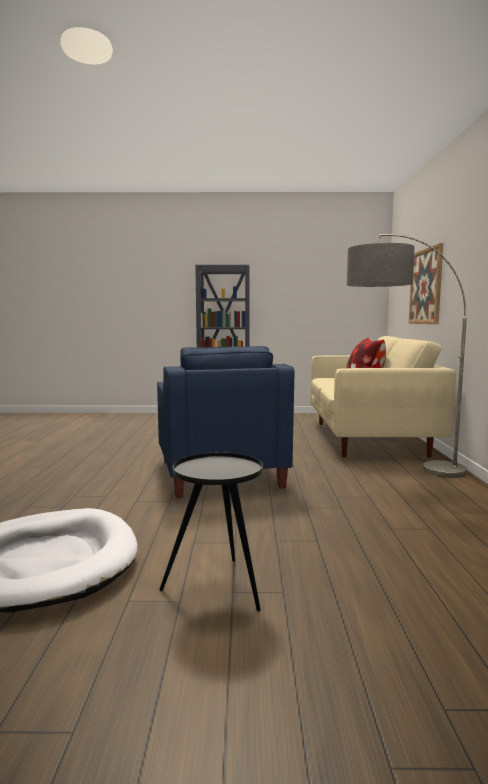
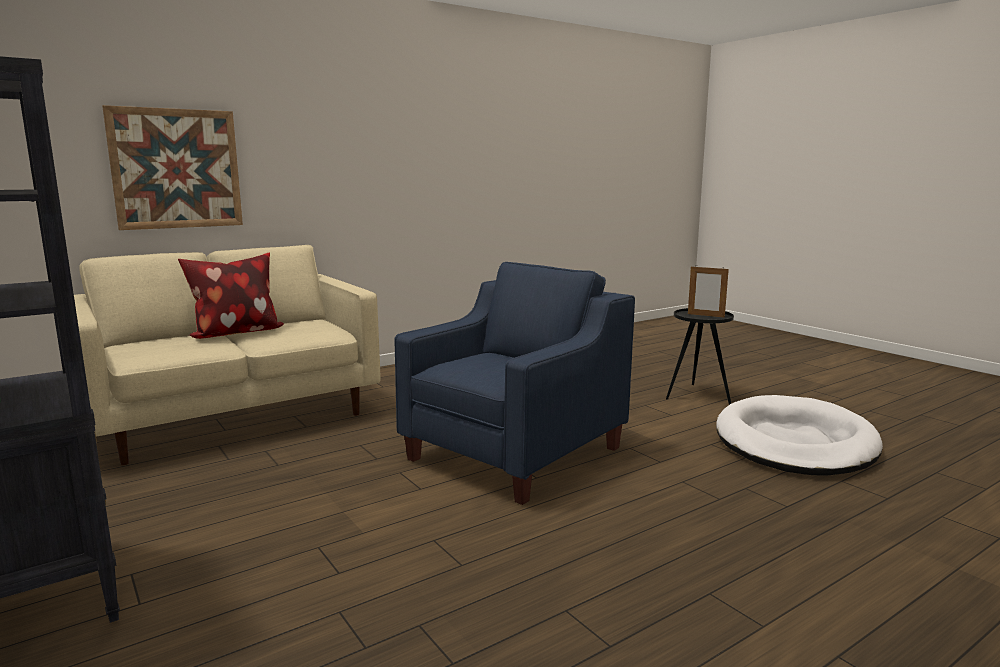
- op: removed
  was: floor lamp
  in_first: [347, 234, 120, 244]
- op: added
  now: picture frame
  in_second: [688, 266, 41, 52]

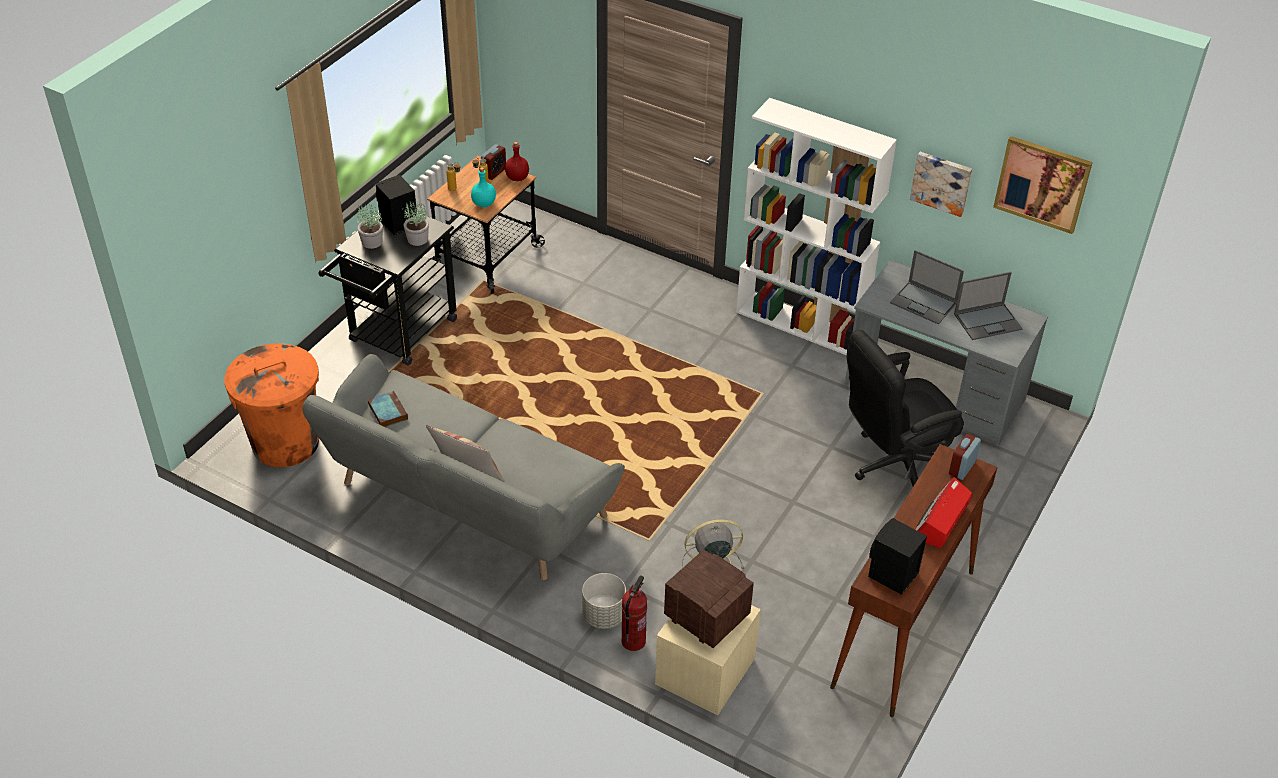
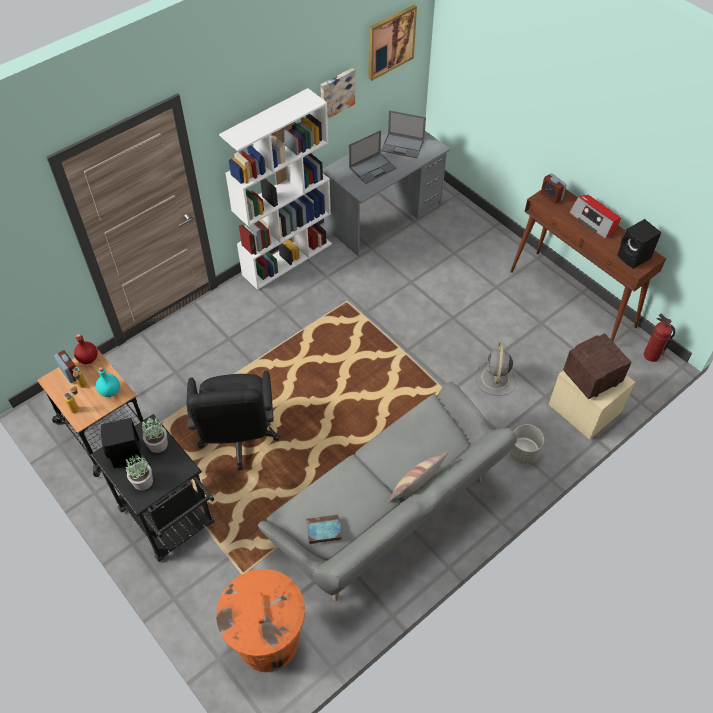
- op: moved
  was: fire extinguisher
  in_first: [622, 575, 25, 76]
  in_second: [644, 313, 31, 49]
- op: moved
  was: black office chair
  in_first: [847, 330, 117, 156]
  in_second: [186, 371, 94, 99]
- op: turned
  was: laptop
  in_first: [954, 272, 69, 68]
  in_second: [381, 110, 45, 48]
  clockwise: 105

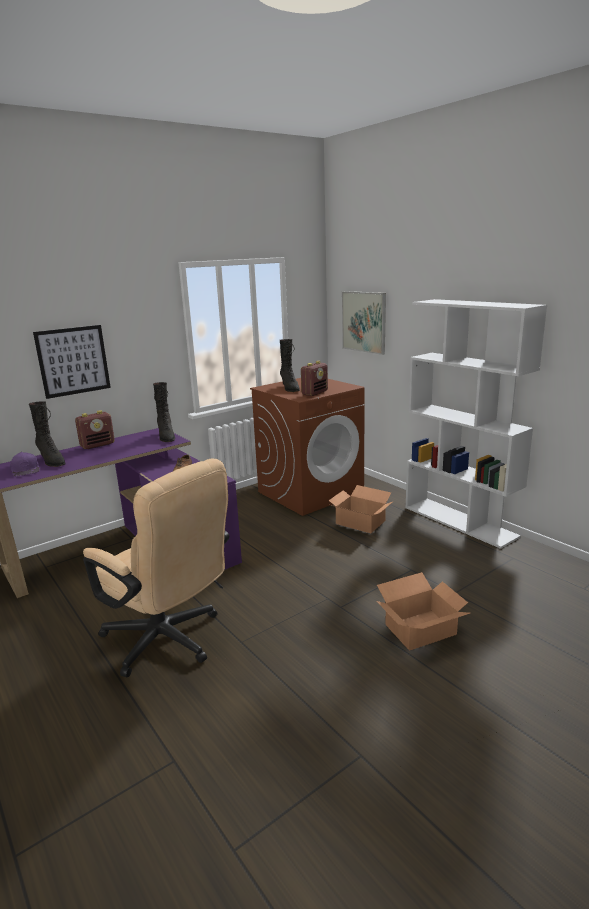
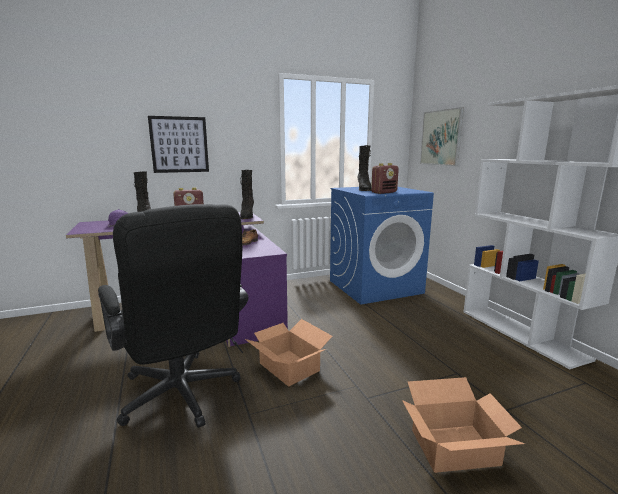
- op: moved
  was: cardboard box
  in_first: [329, 485, 63, 48]
  in_second: [245, 319, 87, 68]
- op: recoloured
  was: beige office chair
  now: black office chair
  in_first: [83, 459, 146, 218]
  in_second: [98, 204, 150, 224]
- op: recoloured
  was: brown washing machine
  now: blue washing machine
  in_first: [250, 378, 115, 138]
  in_second: [330, 187, 104, 118]

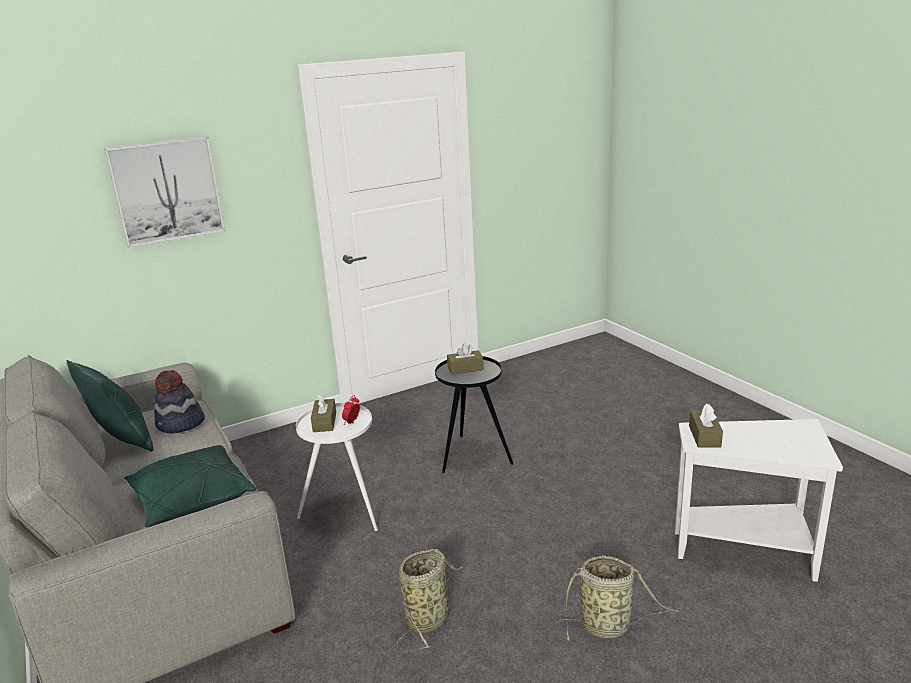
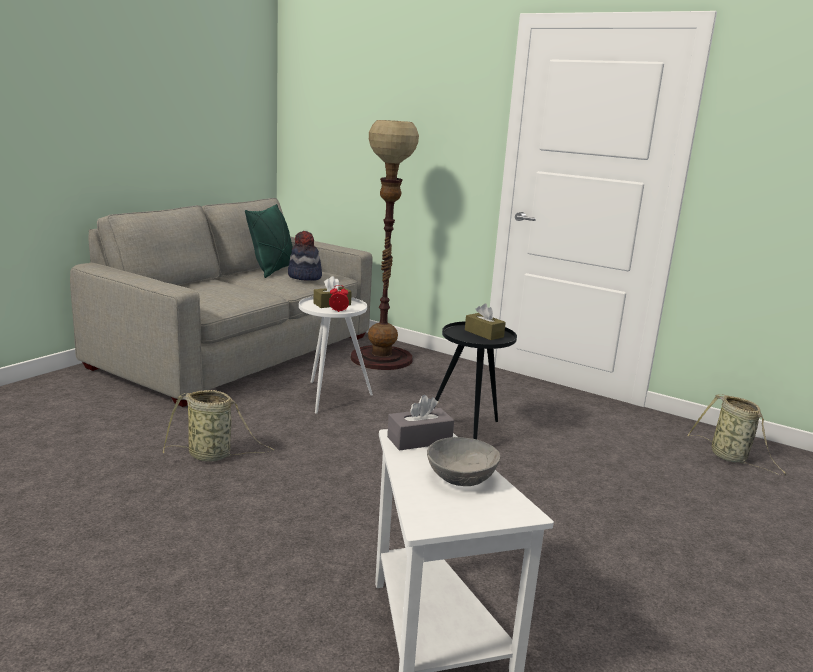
- op: removed
  was: picture
  in_first: [104, 136, 121, 112]
- op: removed
  was: green pillow
  in_first: [125, 445, 131, 82]
- op: added
  now: floor lamp
  in_second: [351, 120, 68, 250]
- op: added
  now: grey bowl
  in_second: [427, 437, 73, 49]
- op: moved
  was: basket
  in_first: [555, 555, 125, 86]
  in_second: [687, 394, 100, 81]
- op: recoloured
  was: brown tissue box
  now: grey tissue box
  in_first: [689, 403, 34, 44]
  in_second: [387, 395, 67, 56]

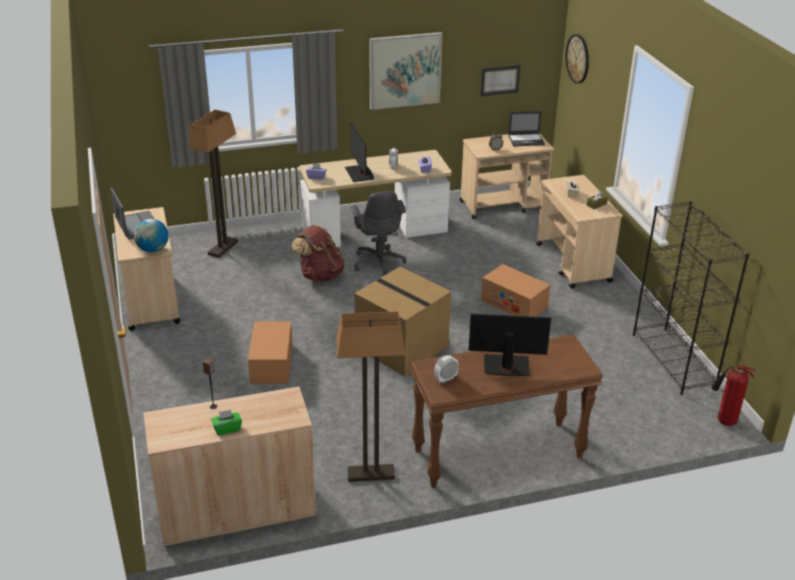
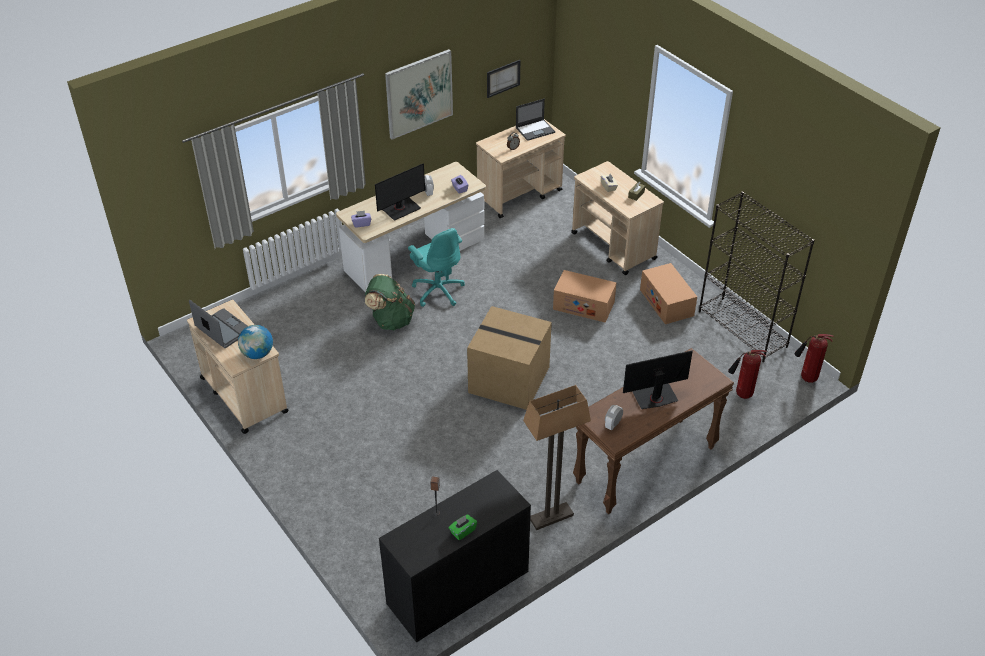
- op: removed
  was: floor lamp
  in_first: [189, 110, 49, 148]
- op: removed
  was: wall clock
  in_first: [566, 34, 23, 50]
- op: added
  now: fire extinguisher
  in_second: [728, 350, 38, 49]
- op: moved
  was: cardboard box
  in_first: [248, 321, 45, 63]
  in_second: [640, 263, 57, 61]
- op: recoloured
  was: beige cabinet
  now: black cabinet
  in_first: [143, 387, 173, 160]
  in_second: [379, 470, 152, 173]
- op: recoloured
  was: brown backpack
  now: green backpack
  in_first: [292, 225, 53, 57]
  in_second: [365, 274, 50, 56]
- op: recoloured
  was: grey office chair
  now: turquoise office chair
  in_first: [351, 191, 55, 85]
  in_second: [408, 228, 57, 79]
- op: turned
  was: monitor
  in_first: [345, 122, 29, 60]
  in_second: [375, 163, 50, 58]
  clockwise: -90

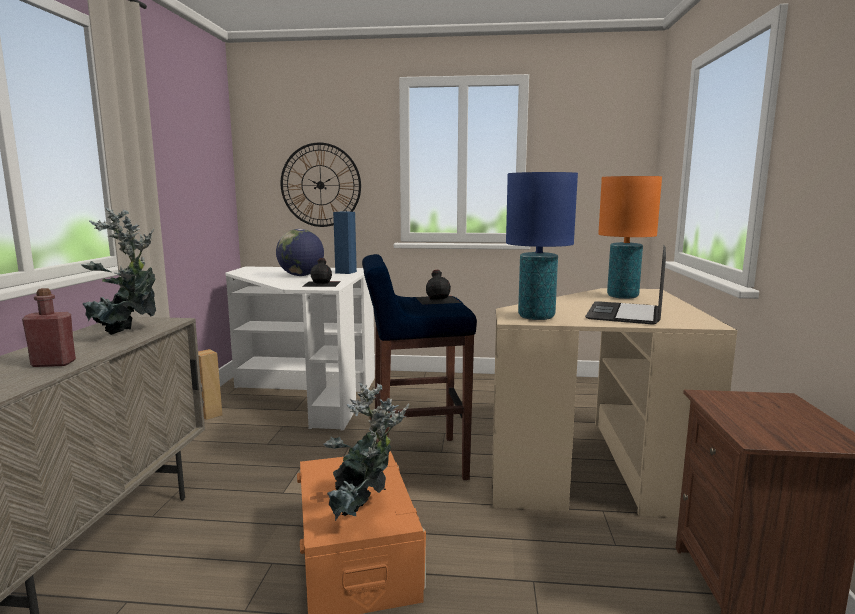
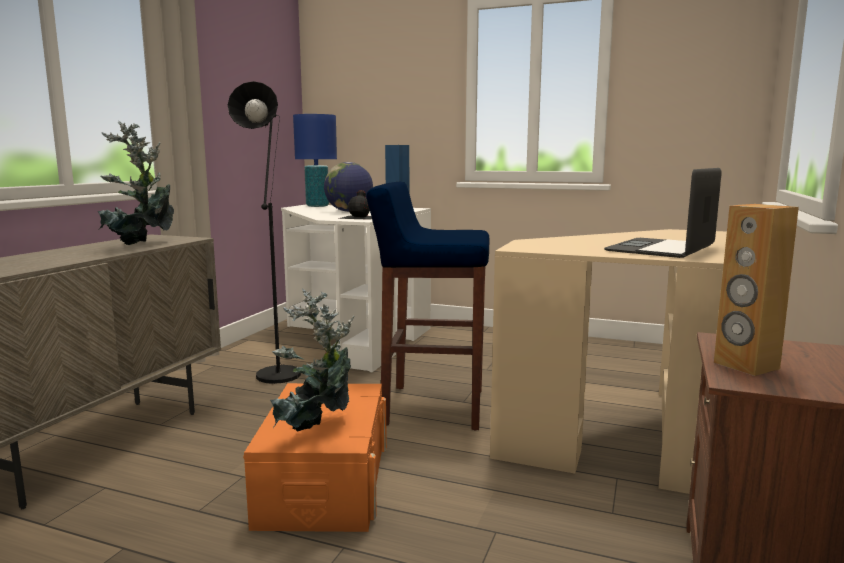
- op: removed
  was: red bottle
  in_first: [22, 288, 54, 79]
- op: removed
  was: wall clock
  in_first: [281, 142, 80, 85]
- op: removed
  was: black bottle
  in_first: [415, 270, 46, 34]
- op: removed
  was: orange table lamp
  in_first: [598, 176, 64, 123]
- op: added
  now: black floor lamp
  in_second: [228, 81, 73, 303]
- op: moved
  was: brown speaker
  in_first: [198, 349, 24, 71]
  in_second: [714, 204, 85, 172]
- op: moved
  was: blue table lamp
  in_first: [506, 172, 72, 148]
  in_second: [293, 114, 44, 93]

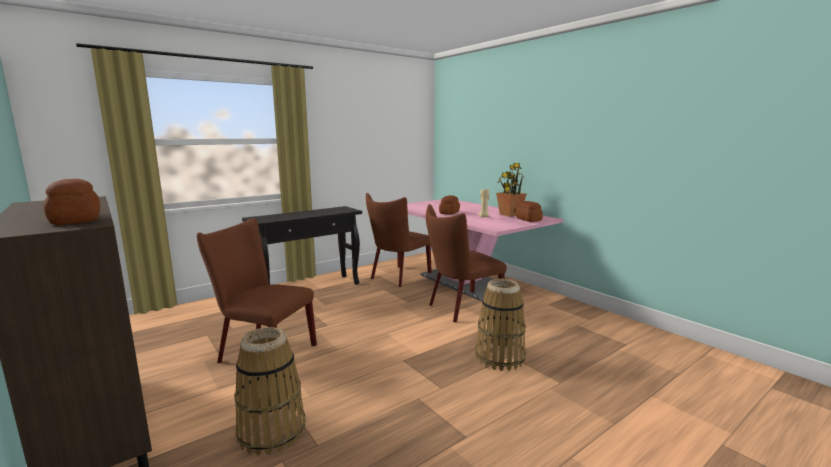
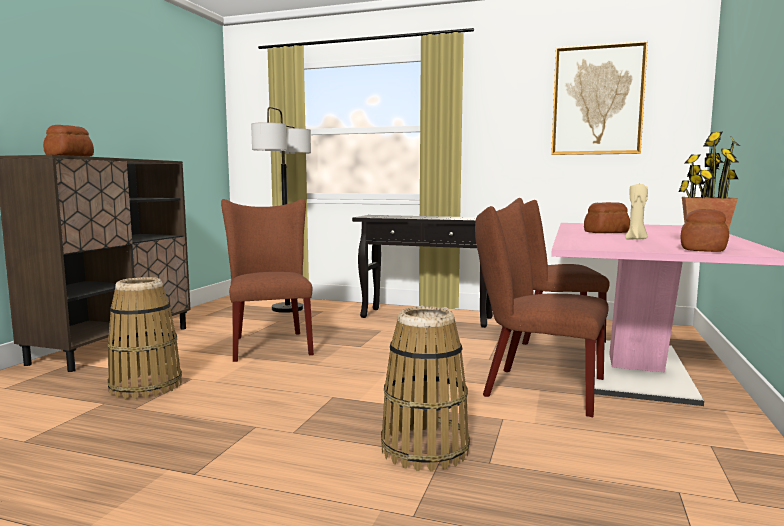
- op: added
  now: floor lamp
  in_second: [251, 107, 60, 206]
- op: added
  now: picture
  in_second: [551, 41, 97, 114]

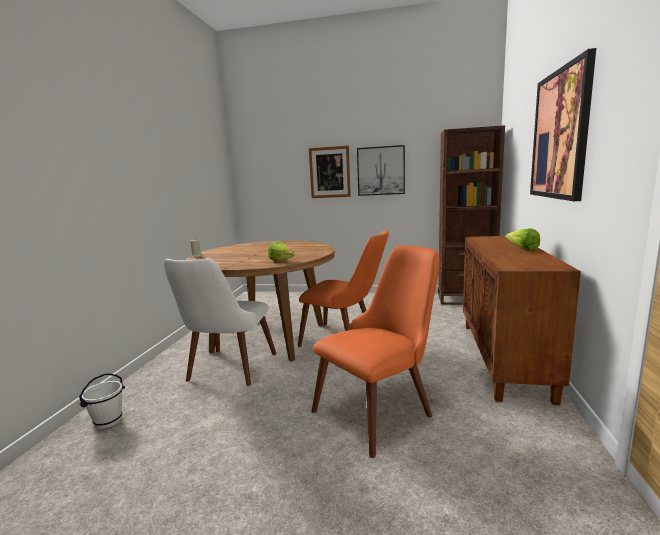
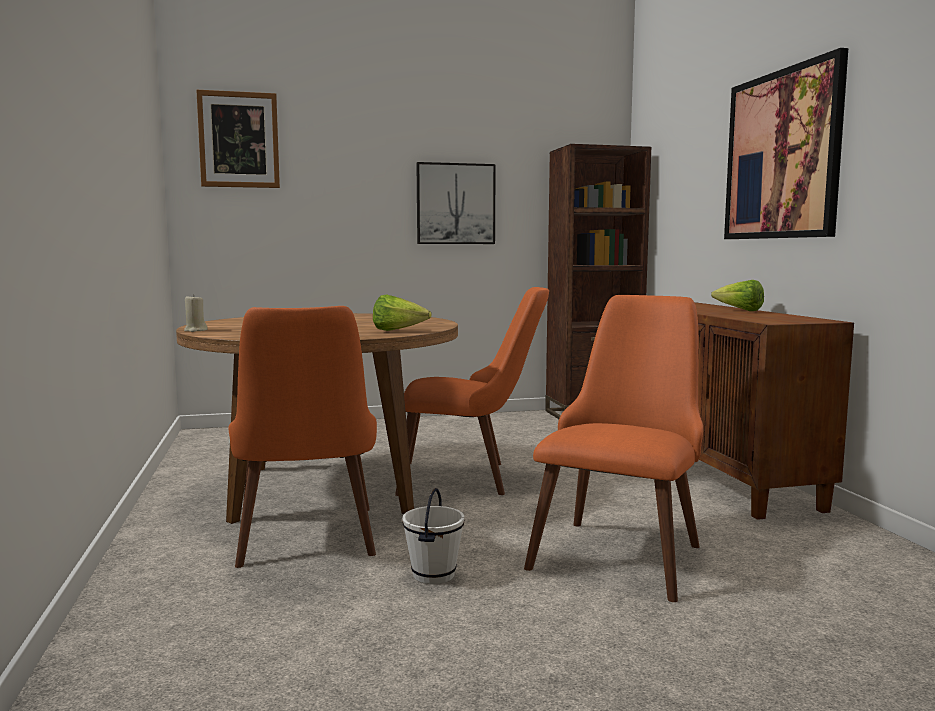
- op: moved
  was: white bucket
  in_first: [79, 373, 46, 56]
  in_second: [402, 488, 62, 96]
- op: moved
  was: picture
  in_first: [309, 146, 42, 52]
  in_second: [196, 90, 84, 98]
- op: recoloured
  was: white chair
  now: orange chair
  in_first: [164, 258, 112, 128]
  in_second: [229, 306, 148, 262]

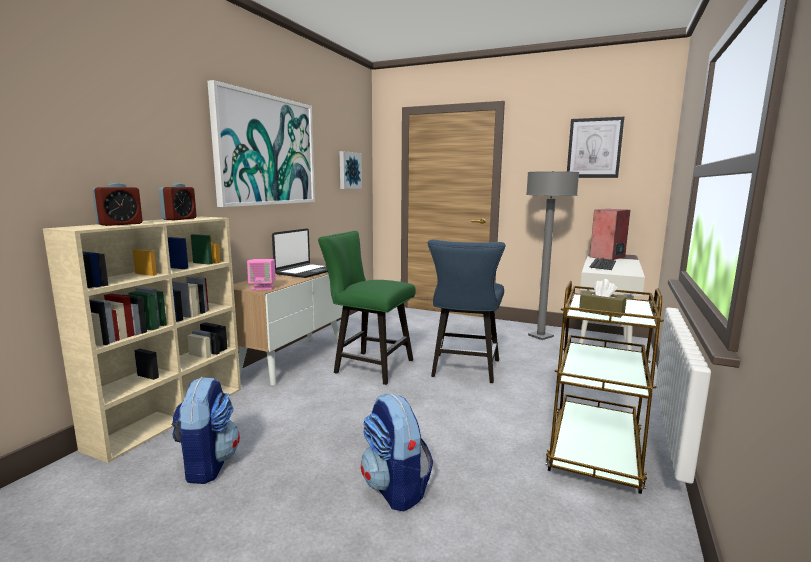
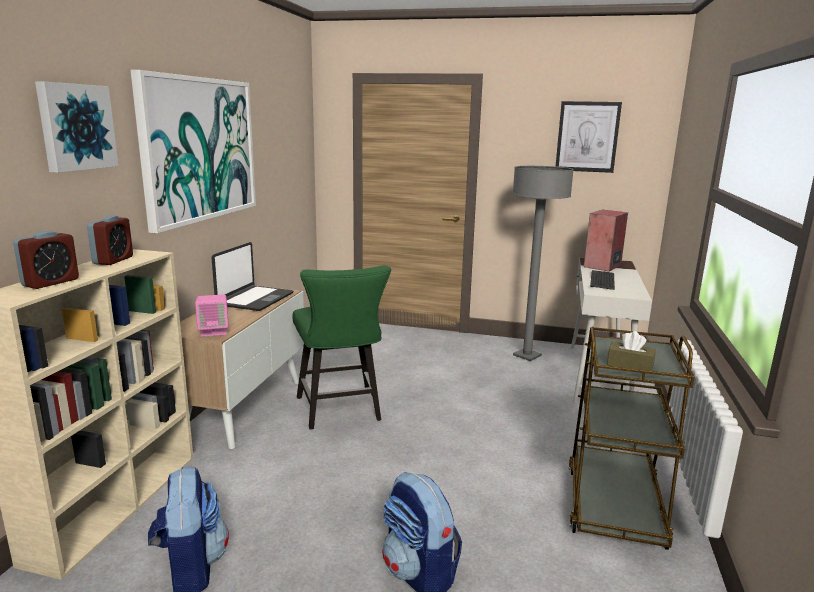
- op: removed
  was: blue chair
  in_first: [428, 239, 78, 144]
- op: moved
  was: picture
  in_first: [340, 151, 22, 38]
  in_second: [35, 81, 83, 92]
- op: turned
  was: green chair
  in_first: [318, 231, 98, 154]
  in_second: [293, 265, 98, 165]
  clockwise: -120

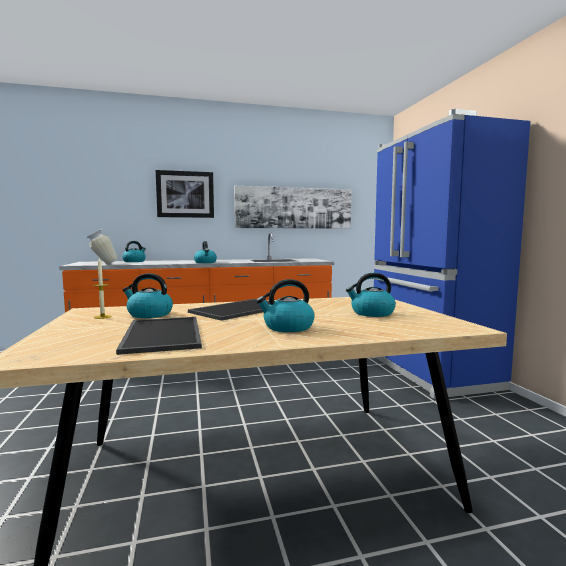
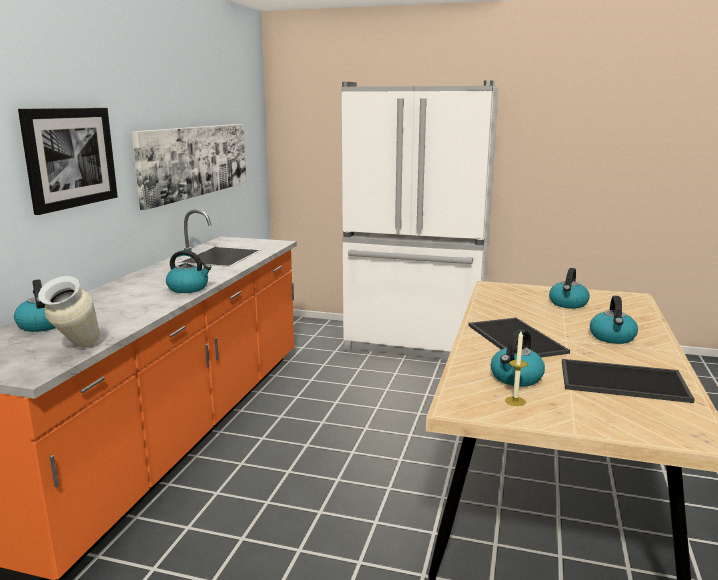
- op: recoloured
  was: blue fridge
  now: white fridge
  in_first: [372, 109, 158, 290]
  in_second: [341, 80, 158, 280]

